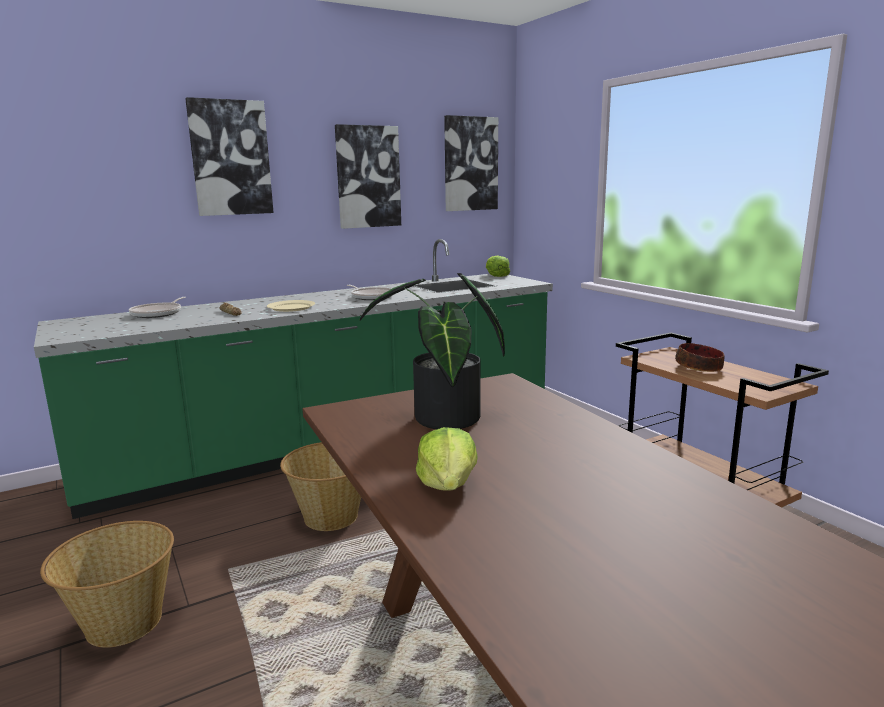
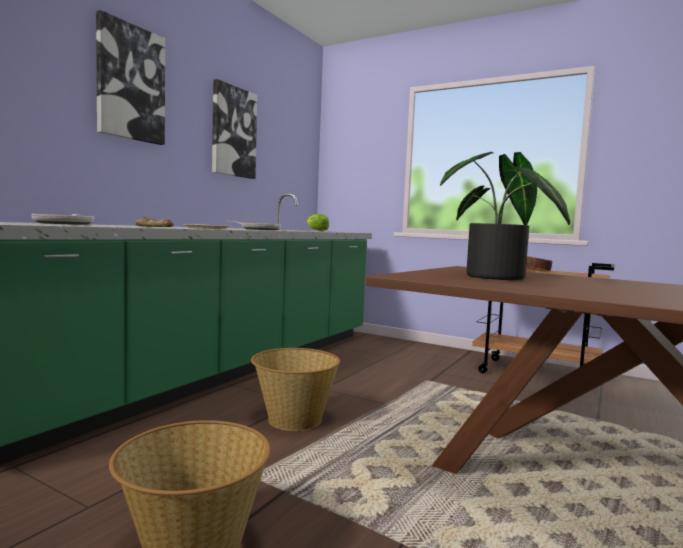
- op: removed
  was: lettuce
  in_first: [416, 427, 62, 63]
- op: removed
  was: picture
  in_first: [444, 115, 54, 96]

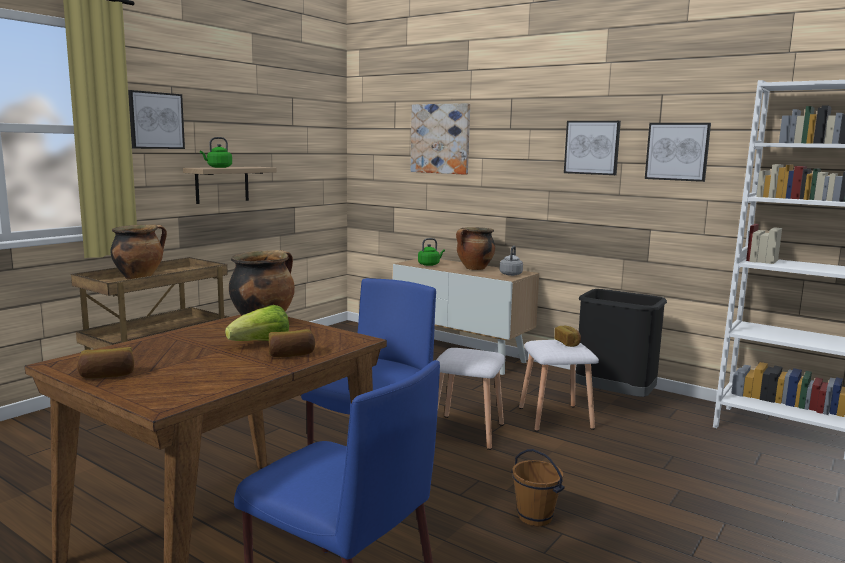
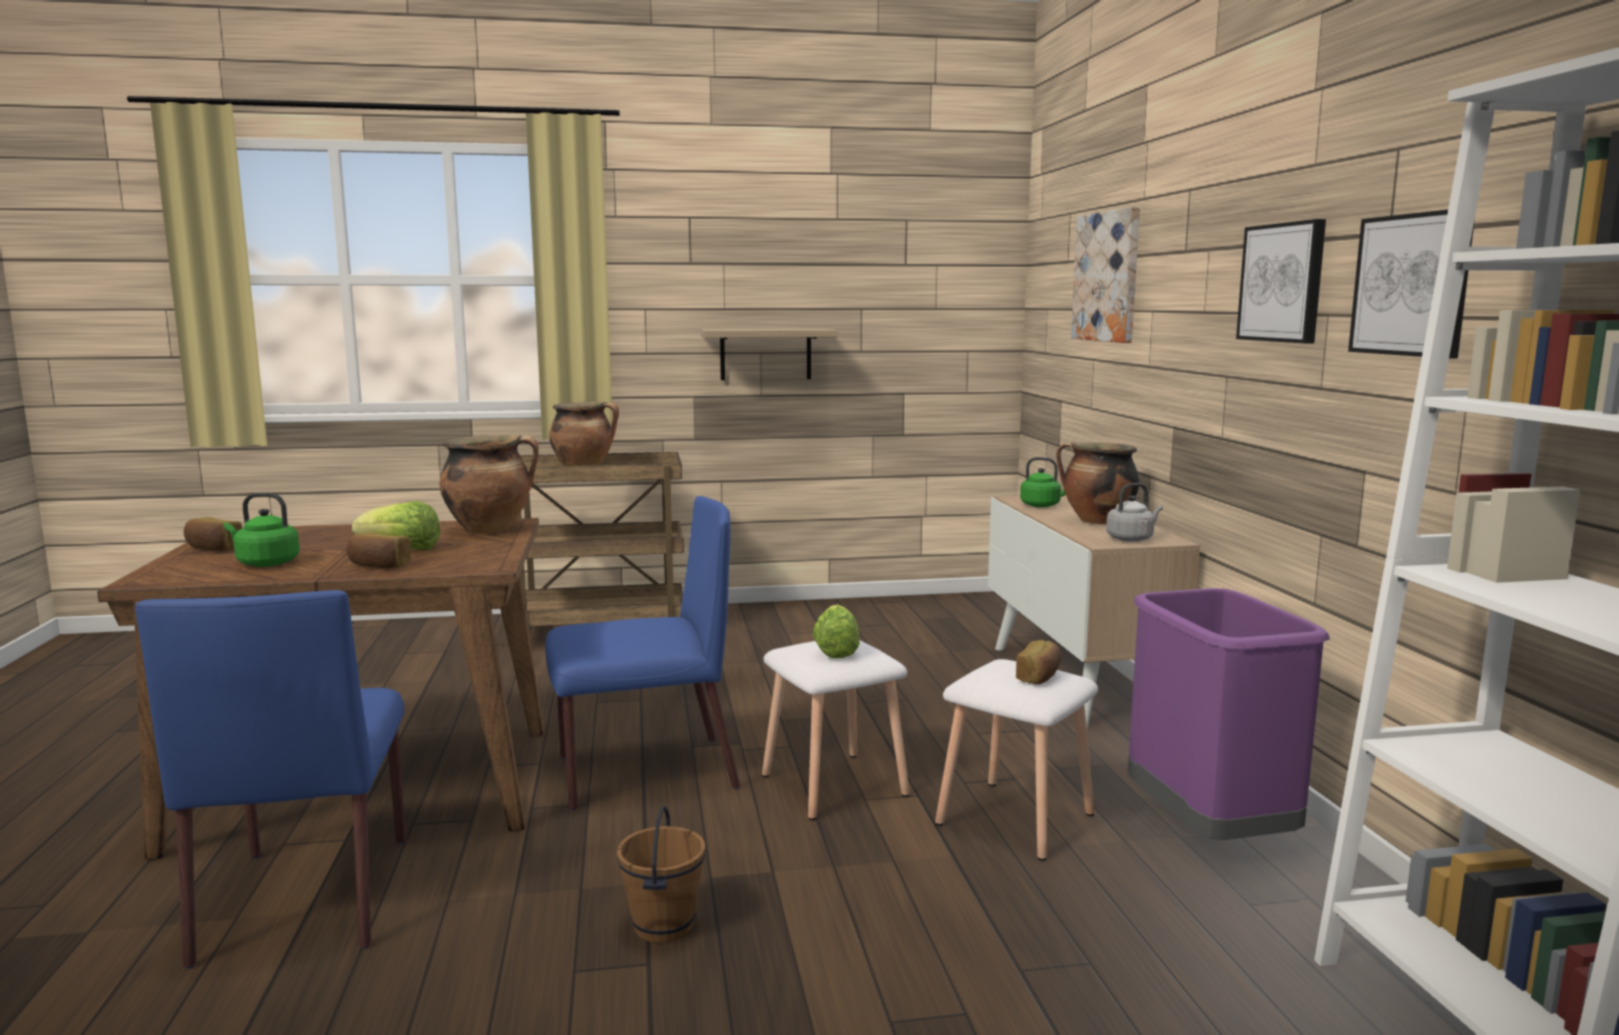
- op: removed
  was: picture
  in_first: [128, 90, 57, 59]
- op: added
  now: lettuce
  in_second: [812, 604, 48, 55]
- op: moved
  was: green kettle
  in_first: [200, 137, 32, 31]
  in_second: [224, 492, 76, 75]
- op: recoloured
  was: black trash can
  now: purple trash can
  in_first: [575, 289, 92, 108]
  in_second: [1128, 588, 202, 252]

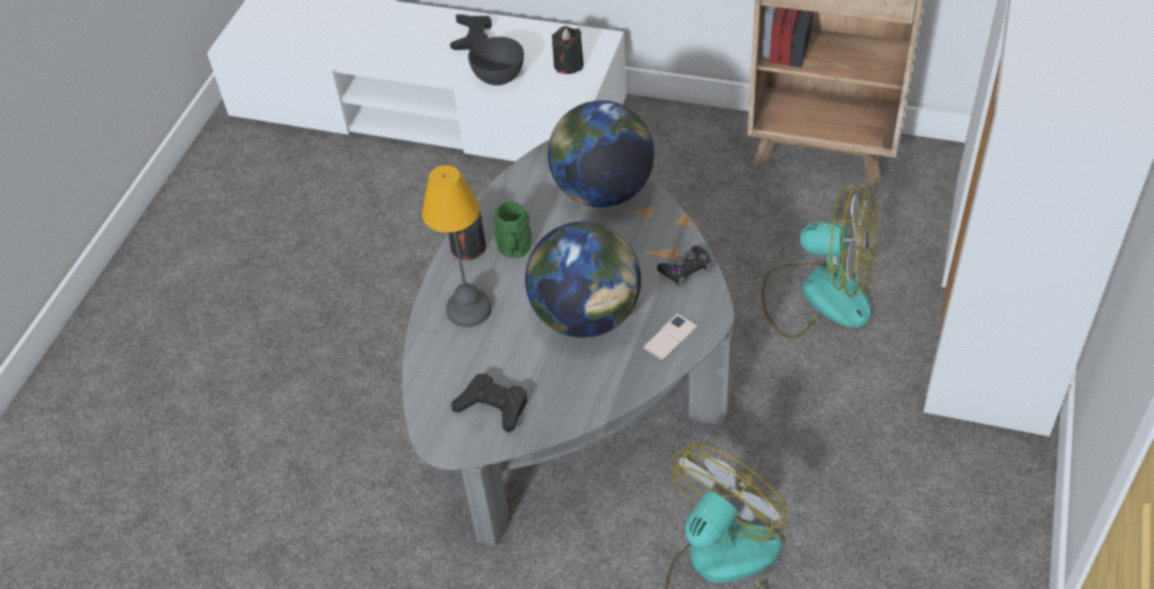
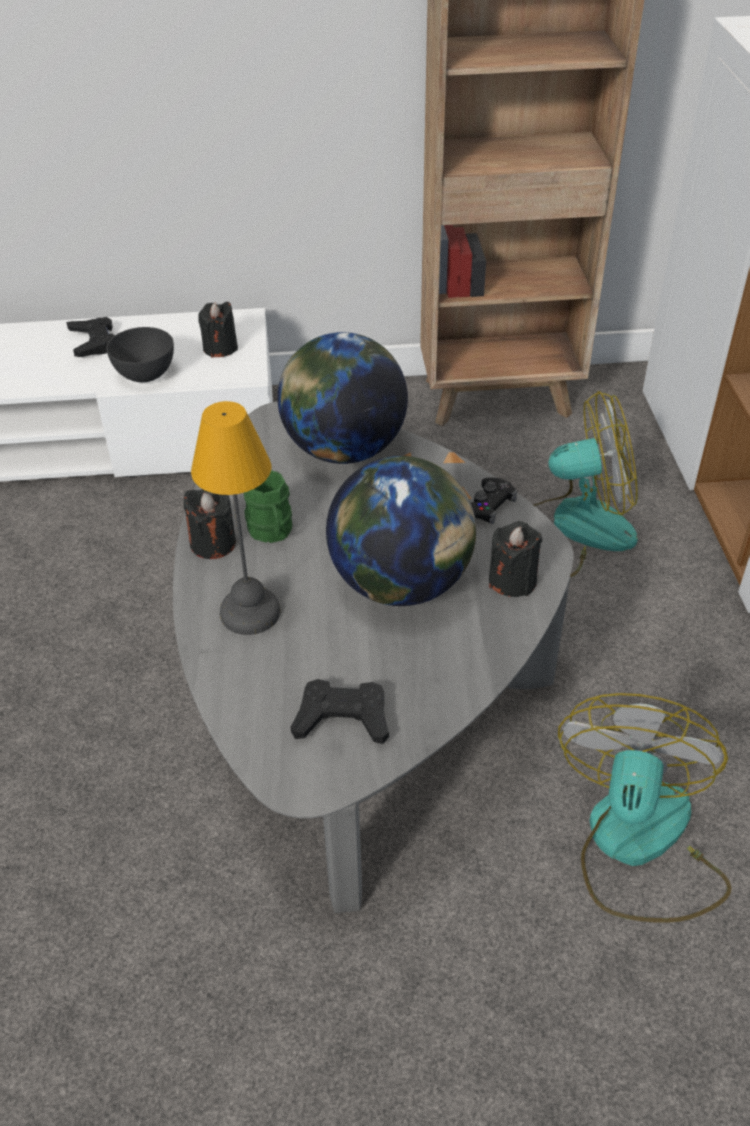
- op: replaced
  was: phone
  now: black candle
  in_first: [643, 313, 55, 48]
  in_second: [489, 521, 54, 76]

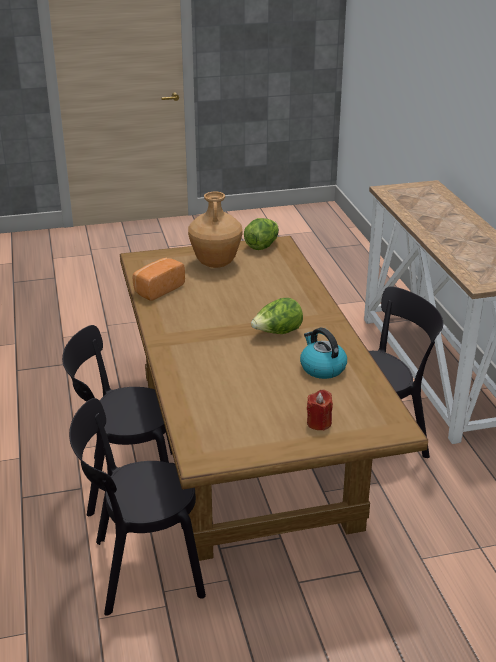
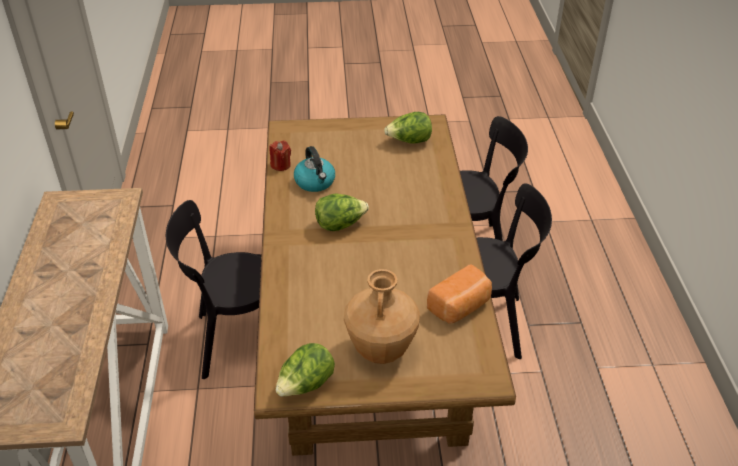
- op: added
  now: lettuce
  in_second: [384, 112, 48, 32]
- op: moved
  was: red candle
  in_first: [307, 390, 26, 41]
  in_second: [269, 140, 22, 31]

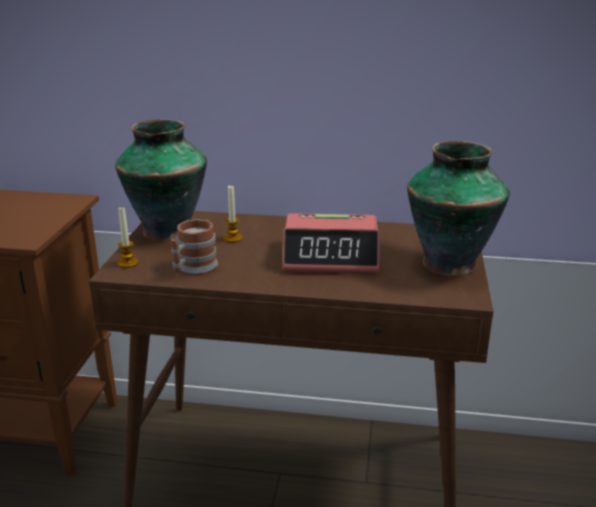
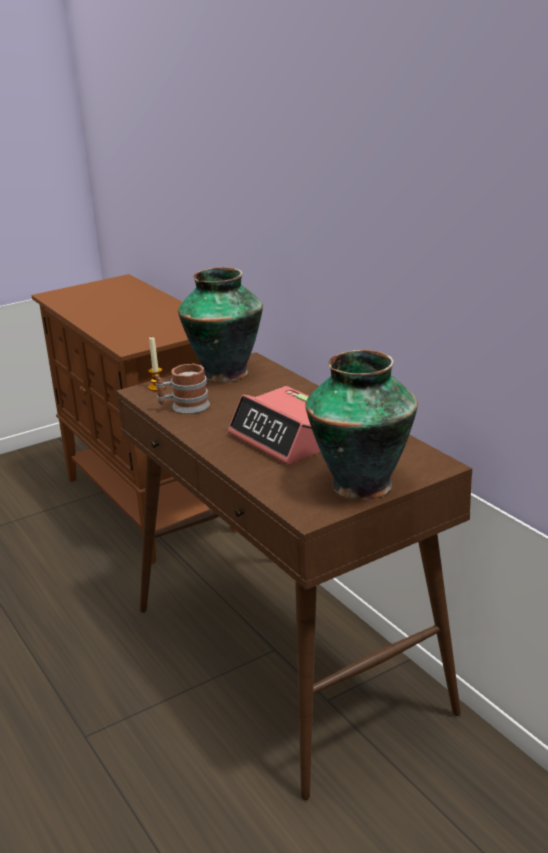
- op: removed
  was: candle
  in_first: [223, 185, 20, 57]

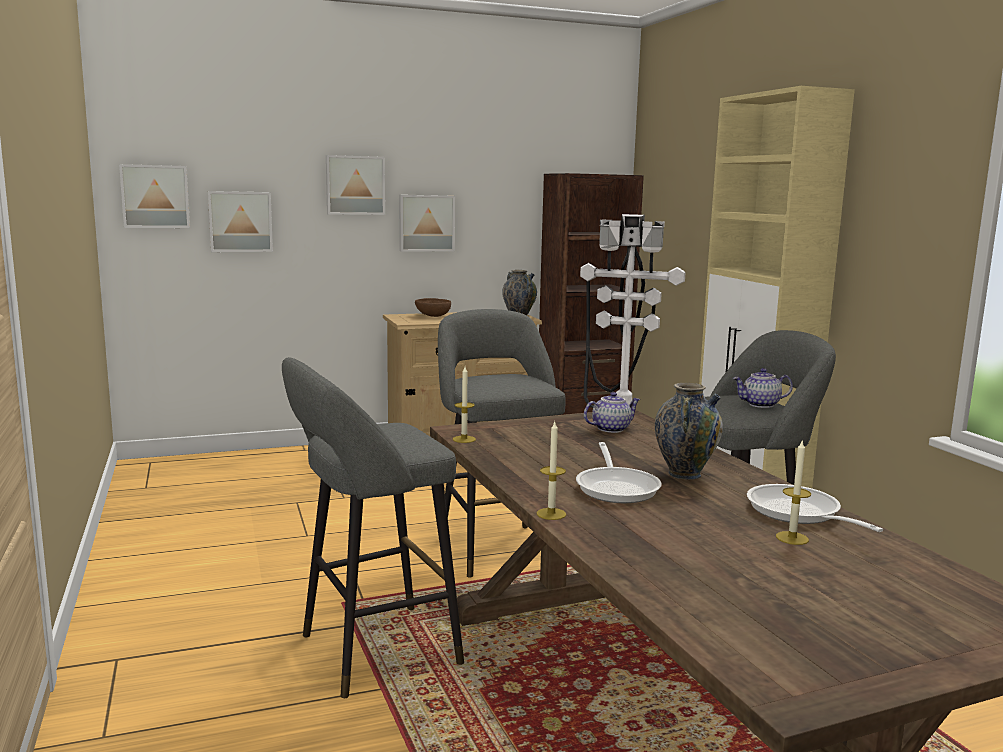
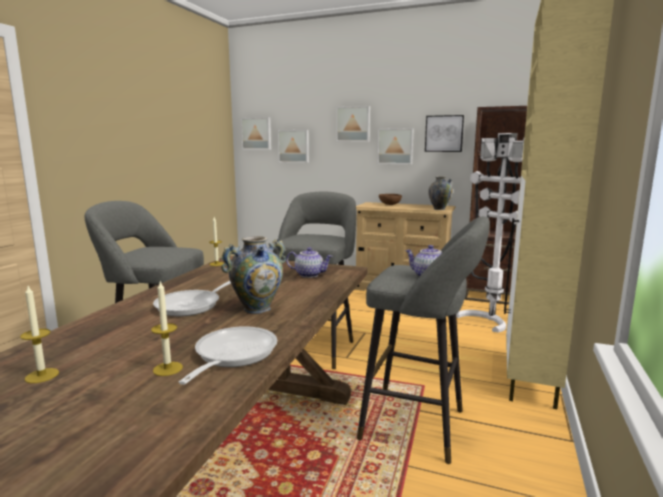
- op: added
  now: picture
  in_second: [425, 115, 39, 37]
- op: moved
  was: candle
  in_first: [537, 422, 29, 98]
  in_second: [20, 286, 39, 97]

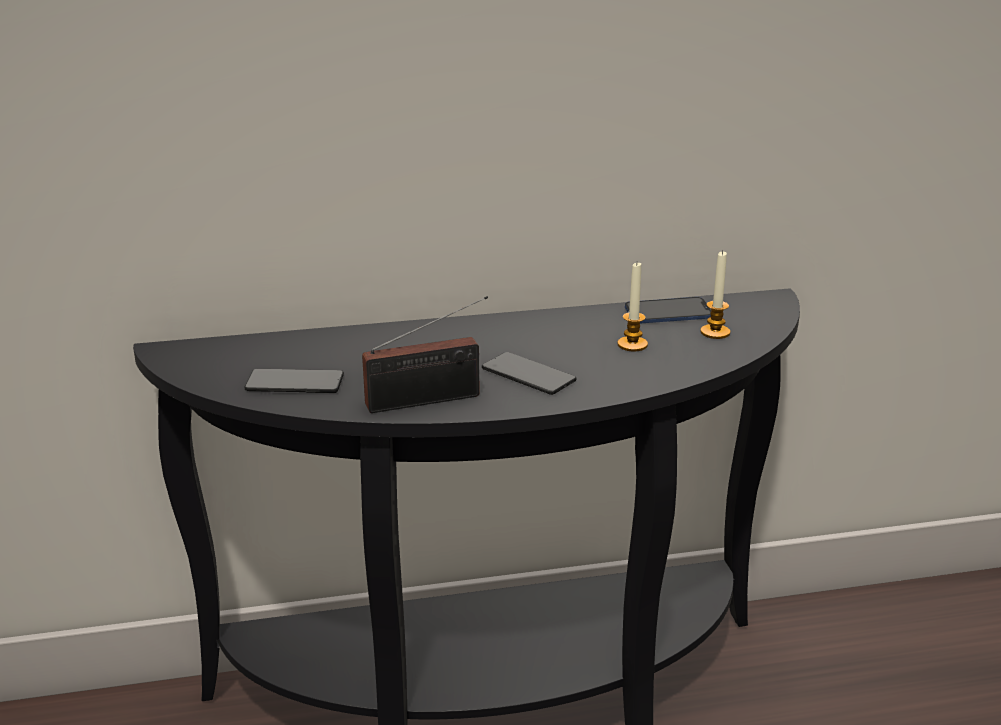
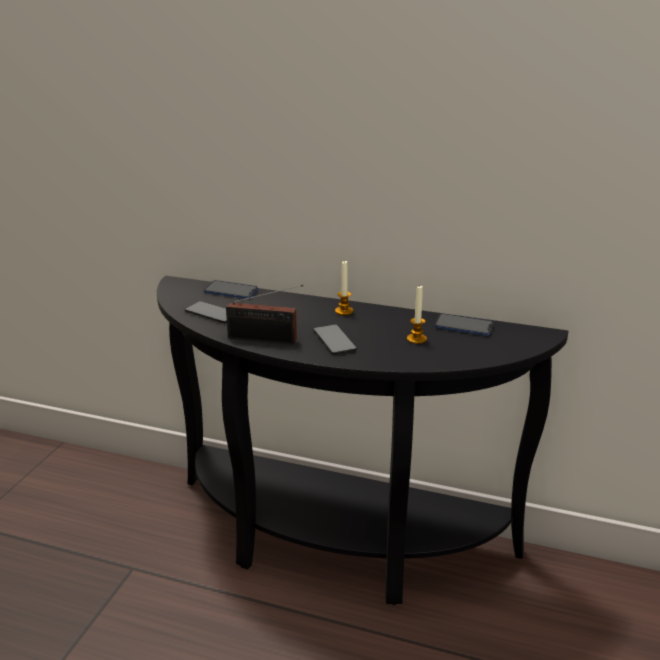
- op: added
  now: phone
  in_second: [204, 280, 54, 19]
- op: moved
  was: candle
  in_first: [700, 250, 30, 89]
  in_second: [335, 260, 19, 55]

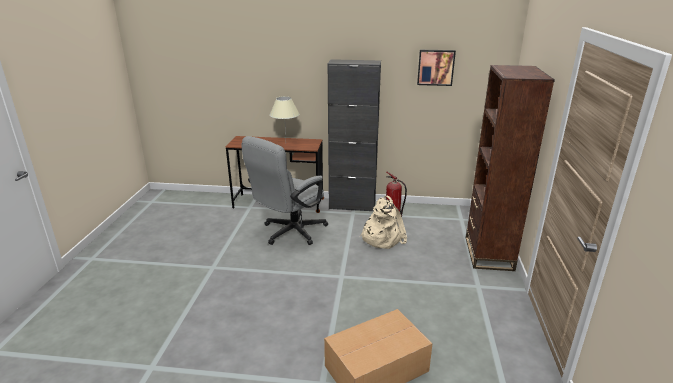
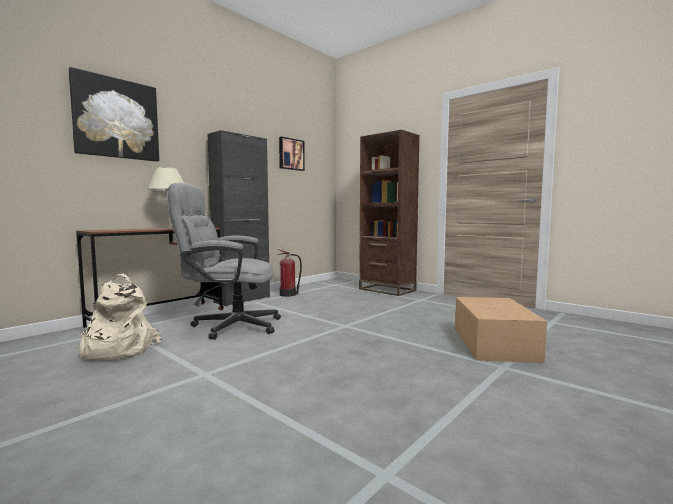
- op: added
  now: picture
  in_second: [69, 67, 90, 95]
- op: moved
  was: beige backpack
  in_first: [359, 196, 48, 53]
  in_second: [79, 274, 83, 87]
- op: turned
  was: grey office chair
  in_first: [241, 136, 87, 109]
  in_second: [167, 183, 114, 157]
  clockwise: 105

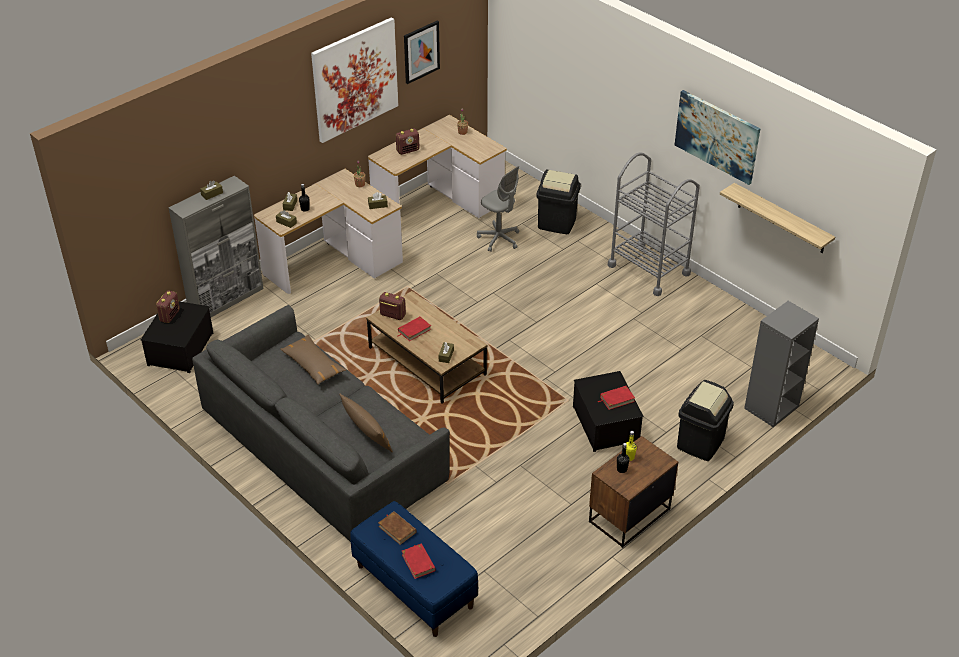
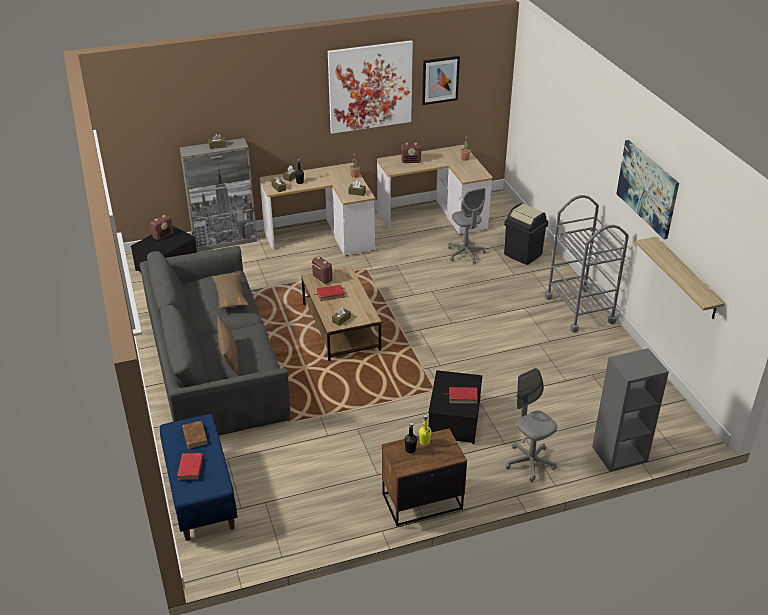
- op: replaced
  was: black trash can
  now: grey office chair
  in_first: [677, 380, 57, 81]
  in_second: [505, 368, 53, 114]

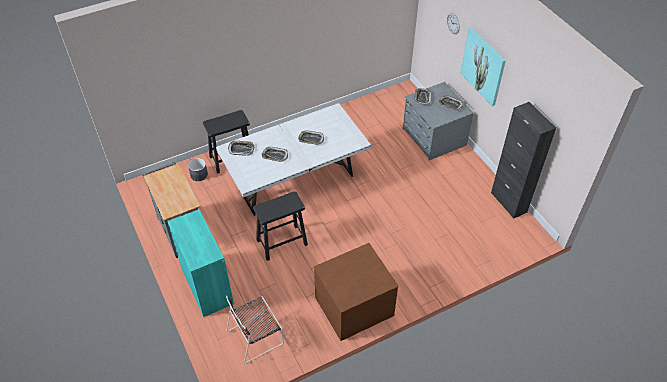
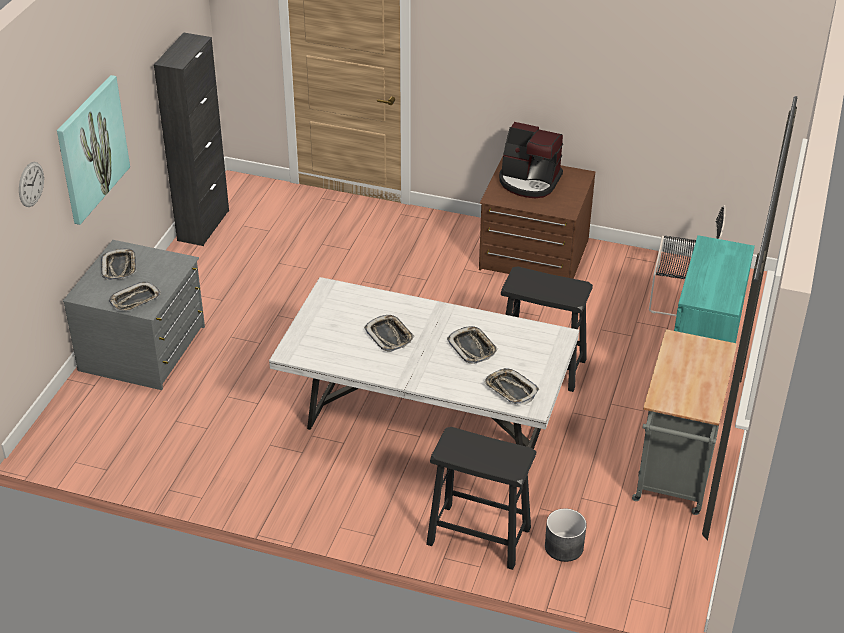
- op: added
  now: coffee machine
  in_second: [499, 122, 64, 76]

